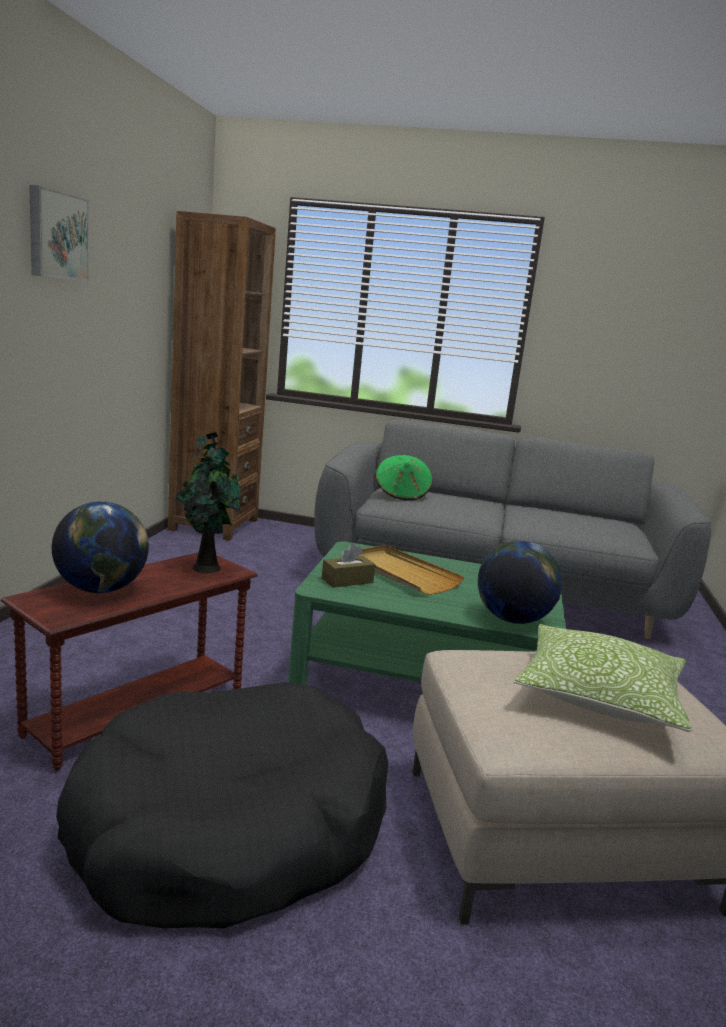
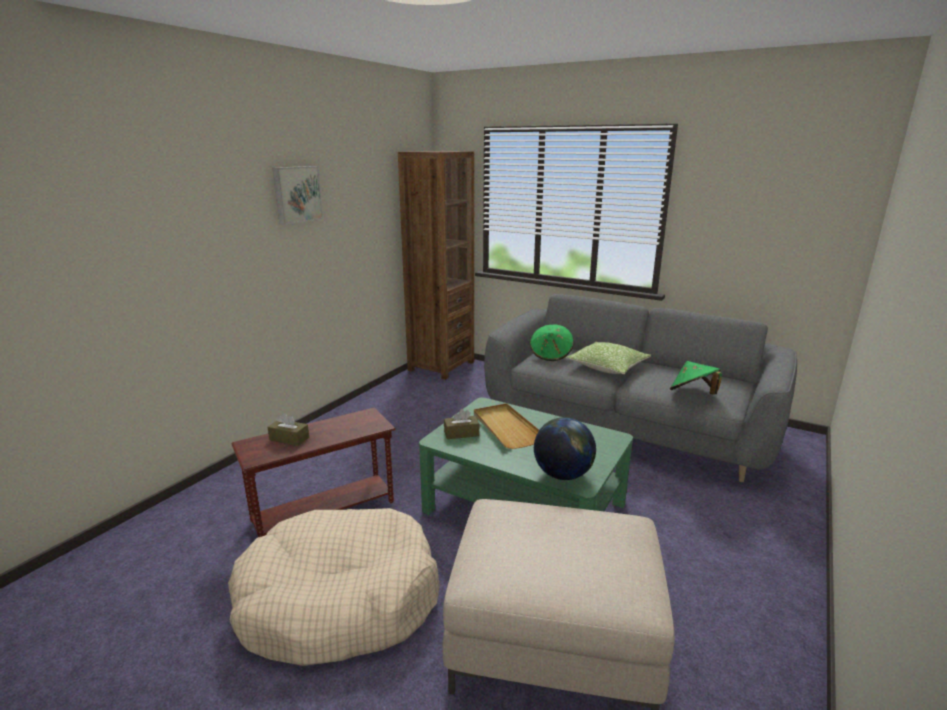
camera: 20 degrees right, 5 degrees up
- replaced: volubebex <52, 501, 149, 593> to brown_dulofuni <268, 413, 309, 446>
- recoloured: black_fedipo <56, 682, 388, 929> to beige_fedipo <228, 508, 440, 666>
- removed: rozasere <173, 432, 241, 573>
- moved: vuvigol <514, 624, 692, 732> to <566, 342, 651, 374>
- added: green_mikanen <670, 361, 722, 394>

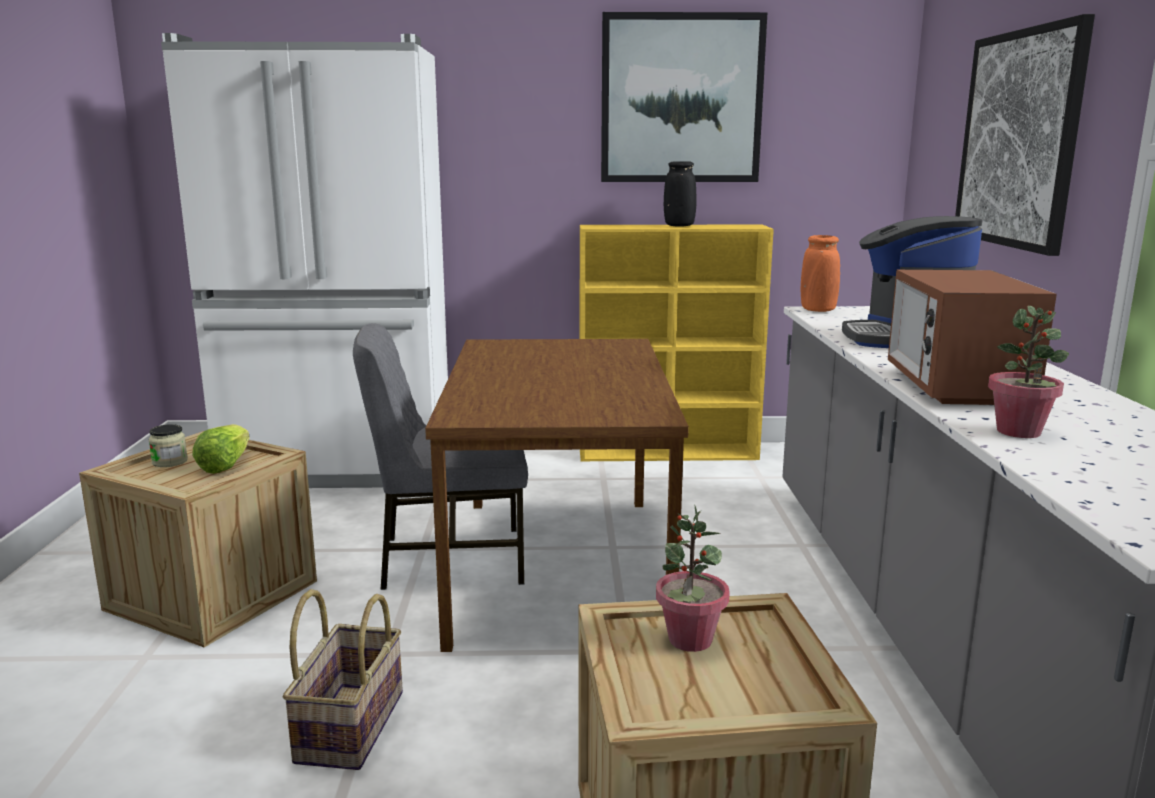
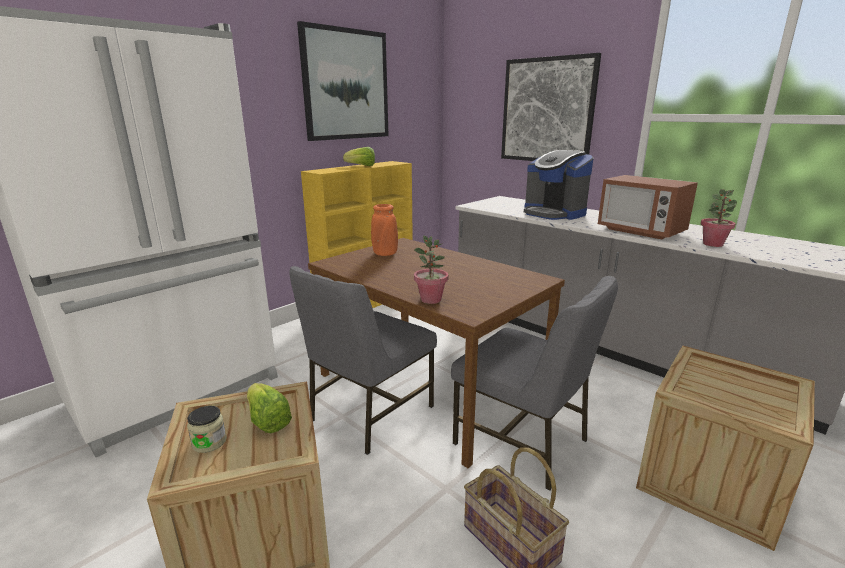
camera: 45 degrees left, 5 degrees up
- moved: rozasere <656, 504, 730, 652> to <414, 235, 448, 304>
- replaced: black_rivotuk <664, 161, 697, 227> to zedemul <343, 147, 375, 166>
- moved: orange_rivotuk <801, 235, 840, 312> to <371, 204, 398, 256>
- added: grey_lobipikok <451, 276, 618, 491>

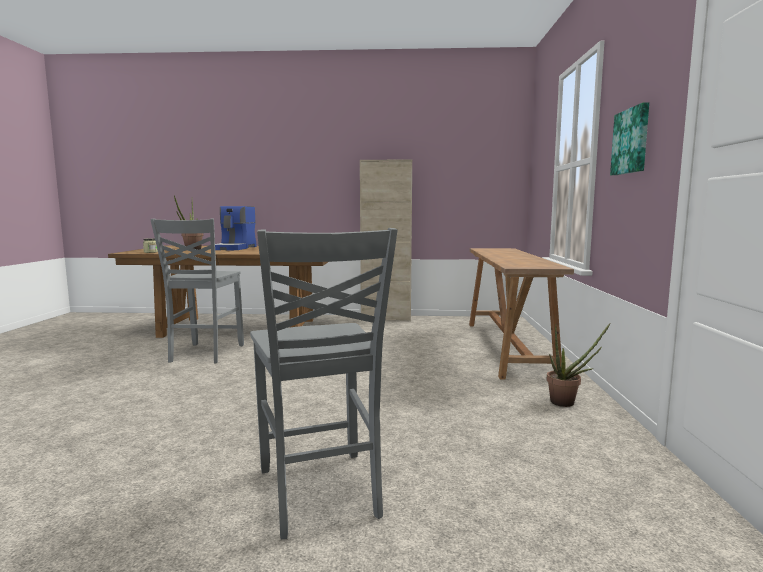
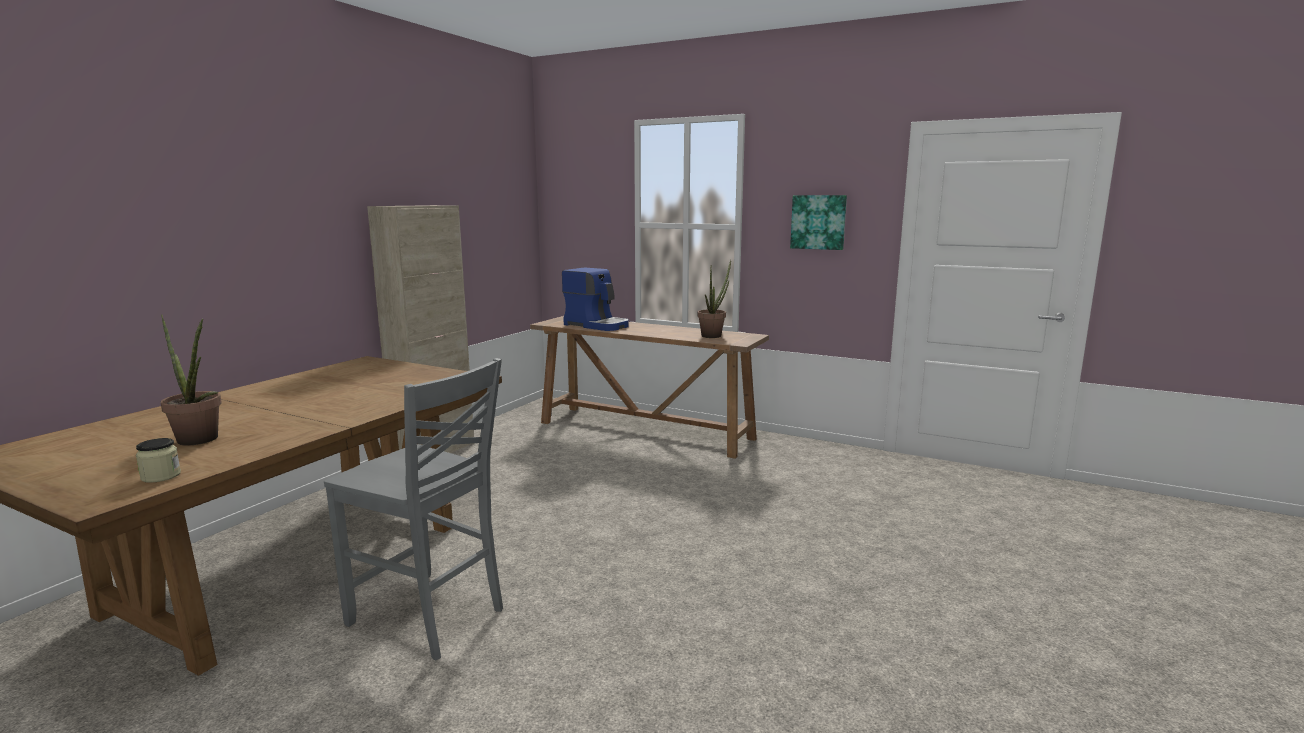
camera: 65 degrees left, 5 degrees up
- moved: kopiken <215, 206, 256, 250> to <562, 267, 629, 331>
- removed: grey_lobipikok <250, 228, 397, 539>
- moved: rozasere <547, 324, 610, 407> to <698, 260, 731, 338>

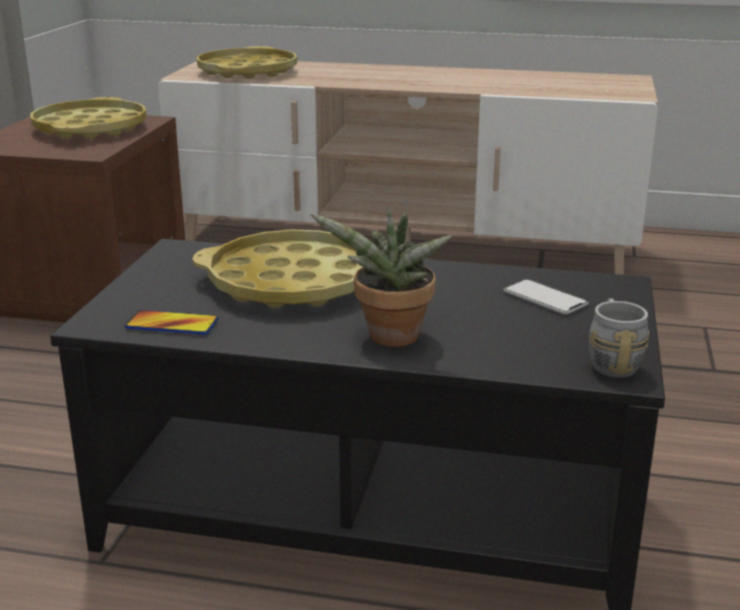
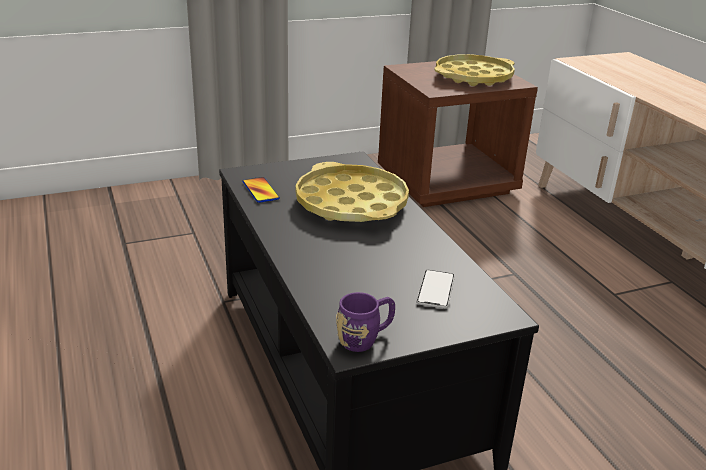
camera: 55 degrees right, 5 degrees up
- removed: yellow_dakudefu <197, 46, 297, 79>
- removed: rozasere <310, 206, 453, 347>
- recoloured: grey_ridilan <589, 298, 649, 378> to purple_ridilan <336, 292, 395, 352>

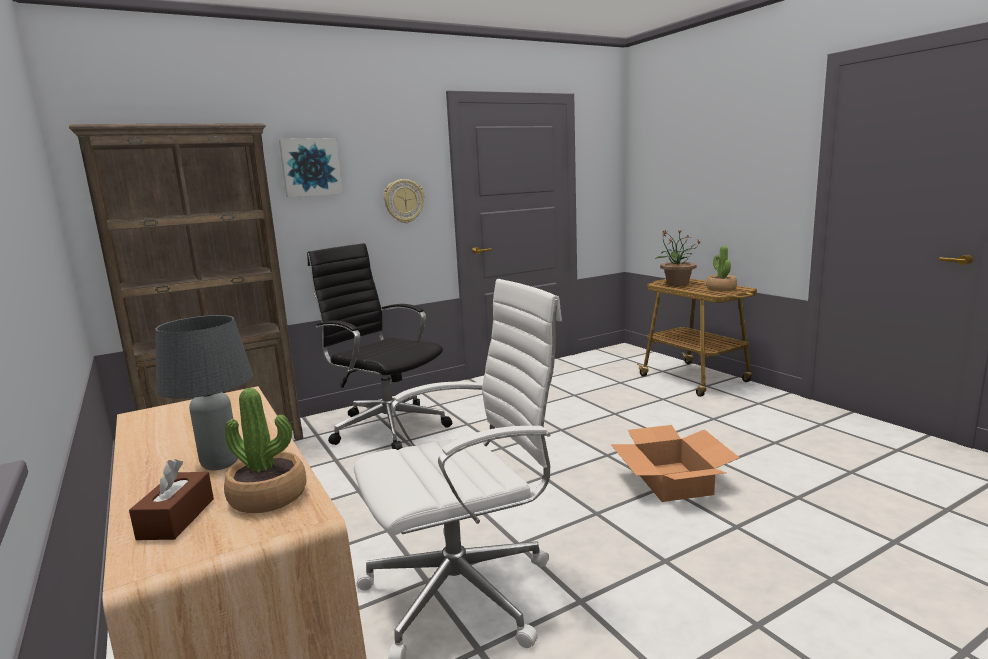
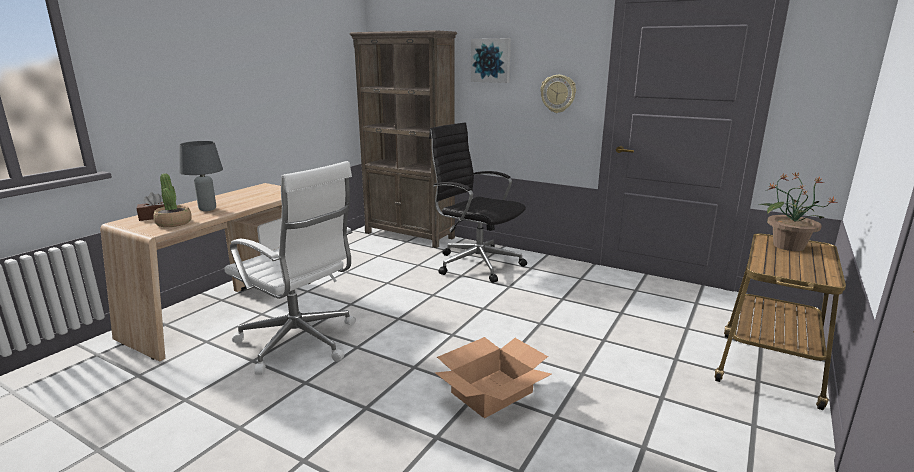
camera: 60 degrees right, 5 degrees up
- turned: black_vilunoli <307, 243, 452, 450> = <429, 123, 527, 283> 60 degrees counterclockwise
- removed: rozasere <706, 246, 737, 291>

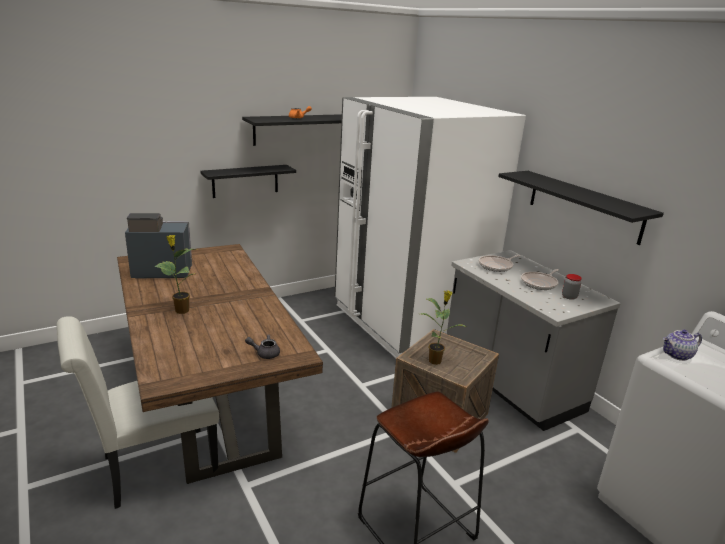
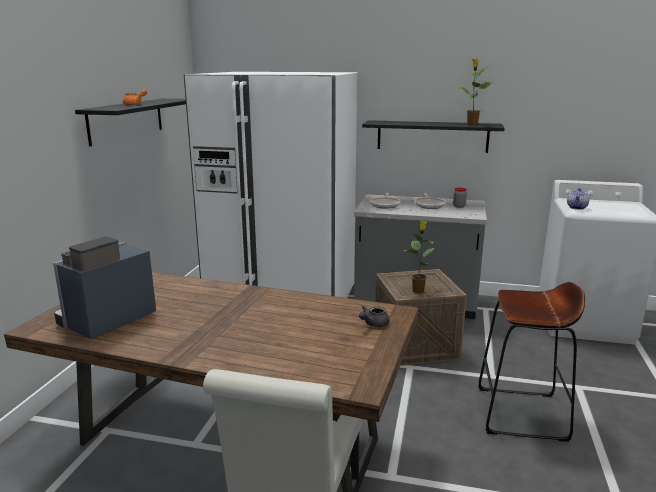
camera: 45 degrees left, 5 degrees down
- moved: rozasere <154, 235, 198, 314> to <456, 58, 495, 125>
- removed: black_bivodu <200, 165, 296, 198>

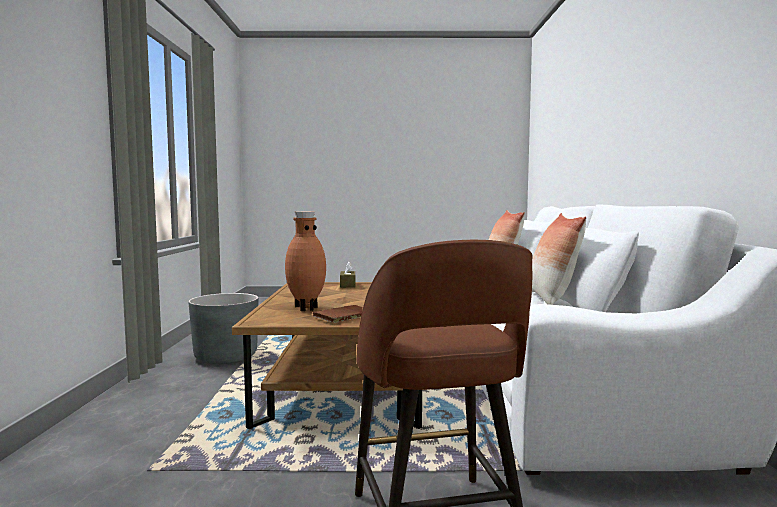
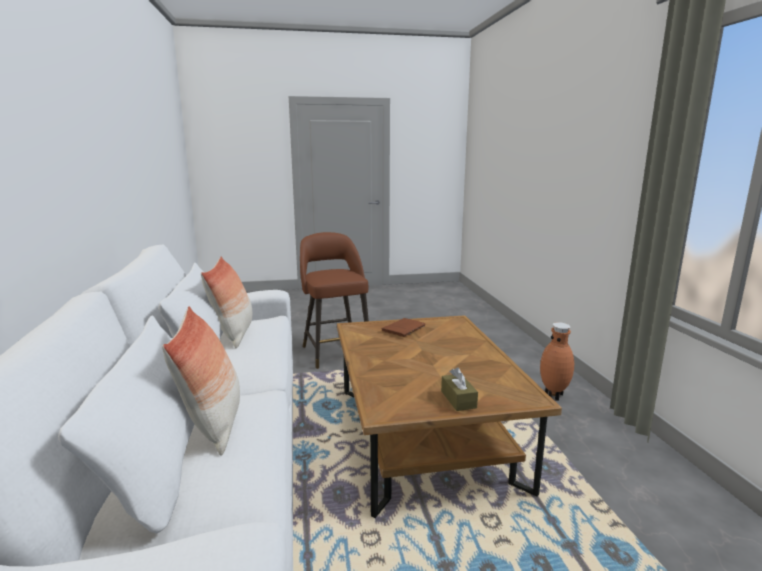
camera: 170 degrees right, 10 degrees up
- removed: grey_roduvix <188, 293, 258, 364>
- moved: brown_rivotuk <285, 211, 326, 311> to <540, 322, 574, 401>

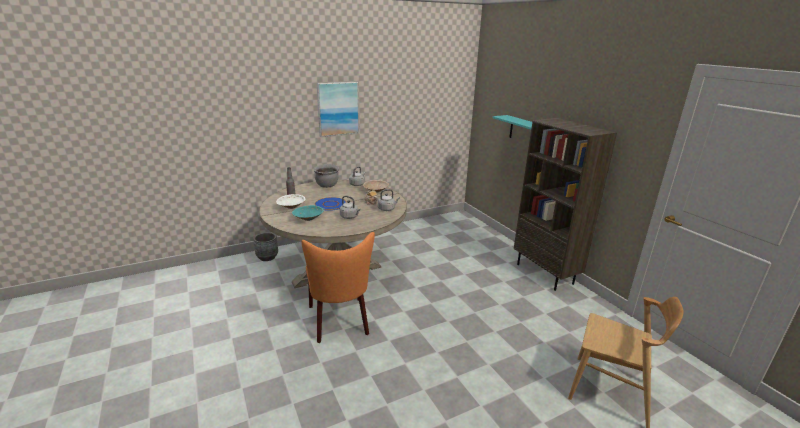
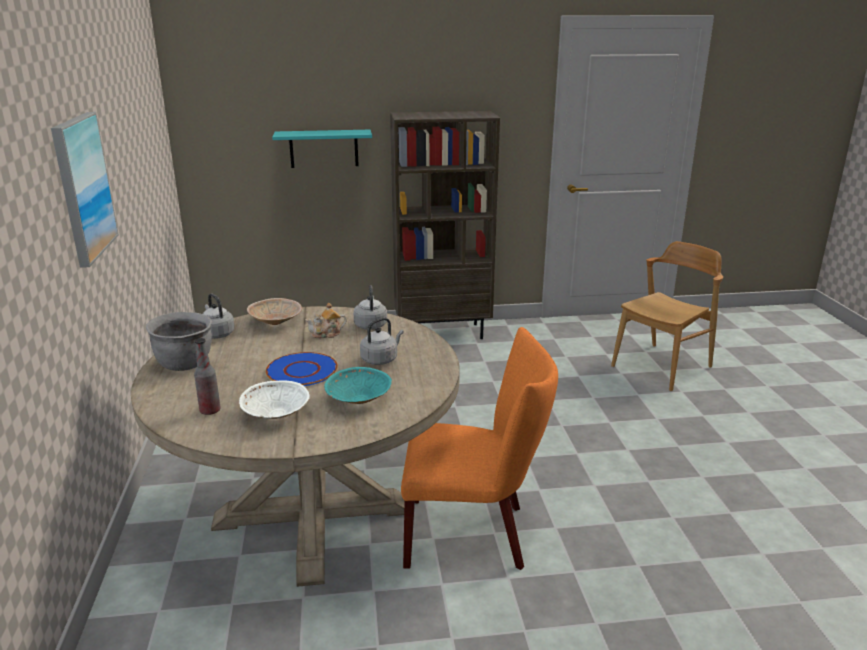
camera: 70 degrees left, 0 degrees up
- removed: grey_roduvix <253, 232, 278, 261>

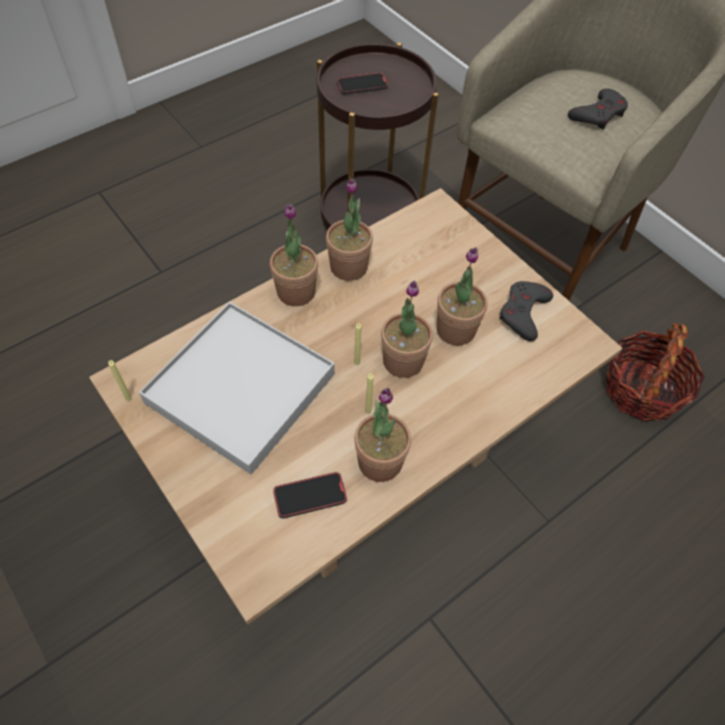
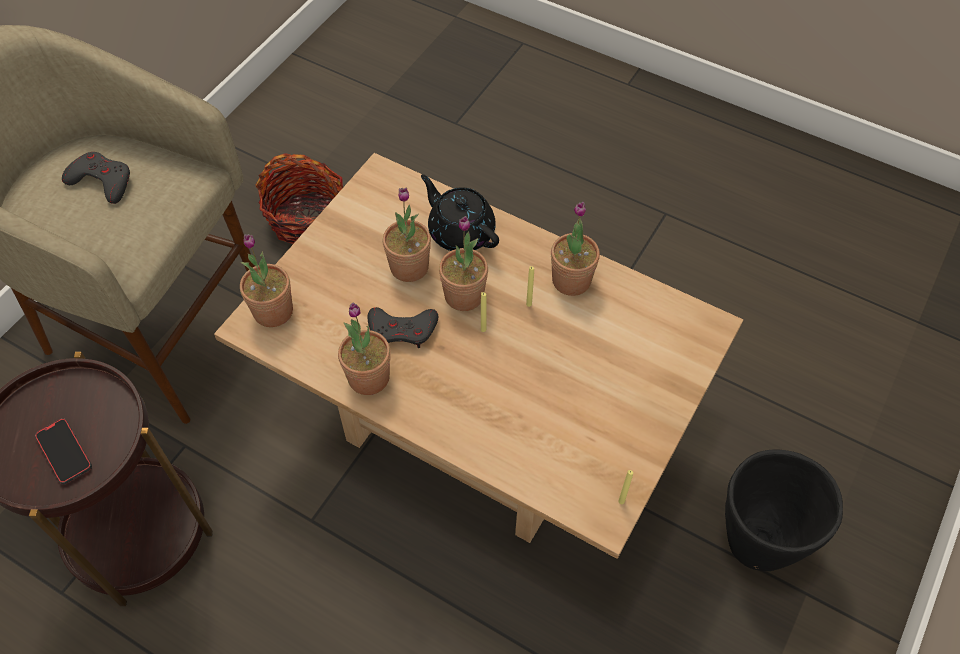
camera: 110 degrees left, 0 degrees up
- removed: white_dakudefu <139, 302, 335, 475>
- moved: rozasere <270, 204, 318, 306> to <240, 234, 293, 327>
- removed: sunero <273, 472, 347, 519>
- moved: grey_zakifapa <499, 281, 553, 341> to <368, 307, 438, 348>
- added: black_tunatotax <421, 174, 499, 251>
- added: black_roduvix <725, 449, 843, 571>

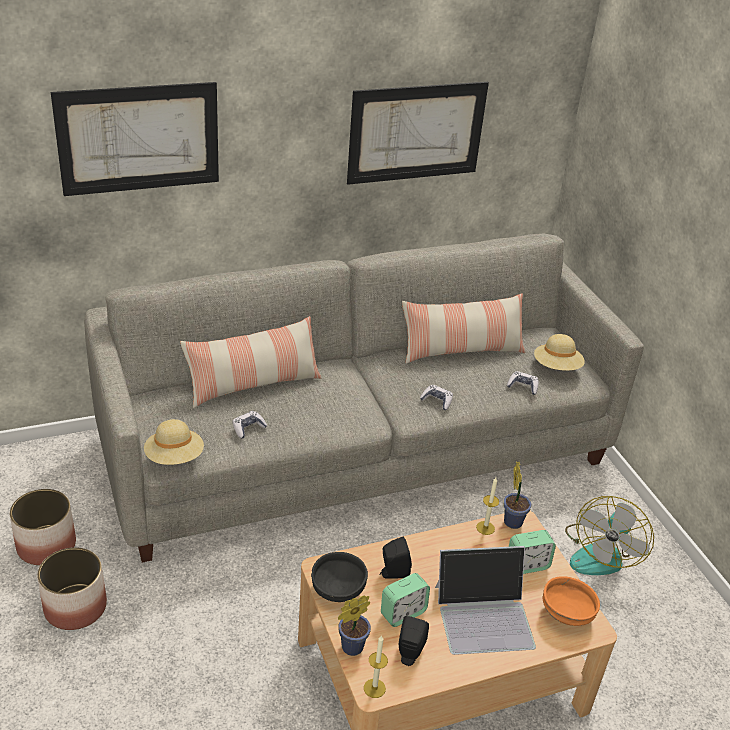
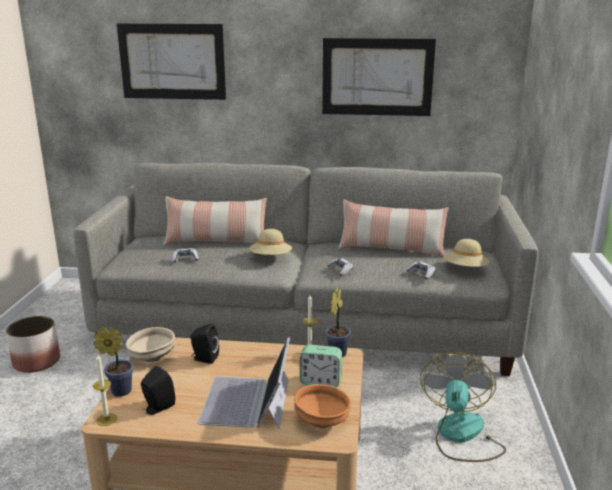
camera: 30 degrees right, 15 degrees down
- removed: roduvix <10, 489, 76, 565>
- moved: beige_mikanen <144, 419, 204, 465> to <249, 229, 292, 255>
- recoloured: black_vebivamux <311, 552, 368, 602> to beige_vebivamux <126, 327, 176, 362>
- removed: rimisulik <381, 573, 430, 627>
- turned: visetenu <435, 546, 536, 655> = <198, 337, 290, 429> 75 degrees clockwise
- turned: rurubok <565, 496, 654, 575> = <420, 352, 506, 462> 135 degrees clockwise

